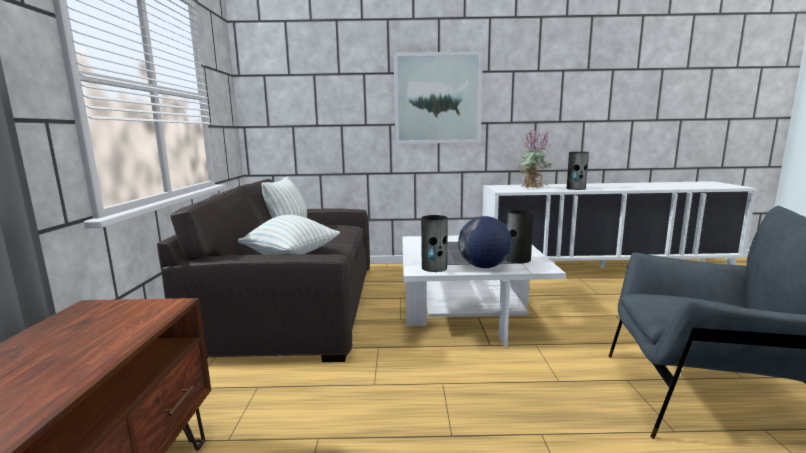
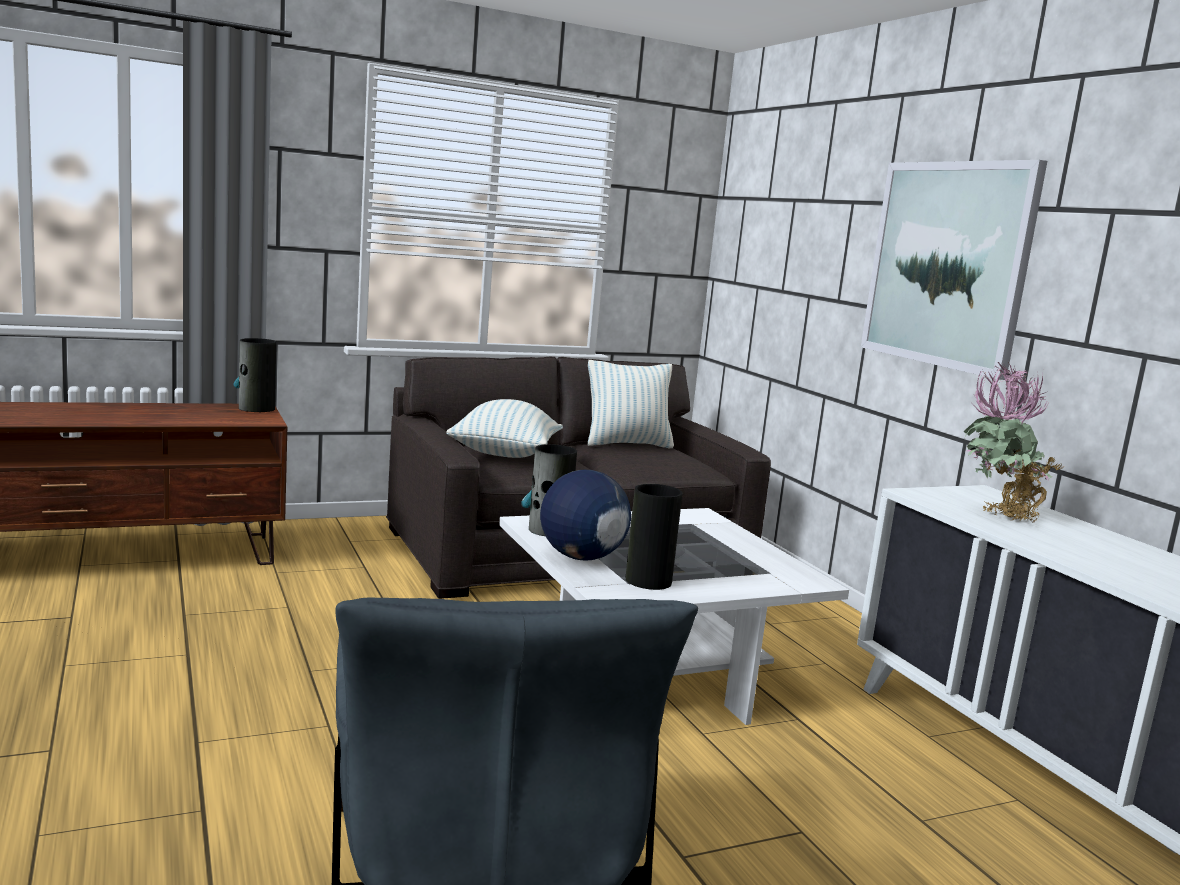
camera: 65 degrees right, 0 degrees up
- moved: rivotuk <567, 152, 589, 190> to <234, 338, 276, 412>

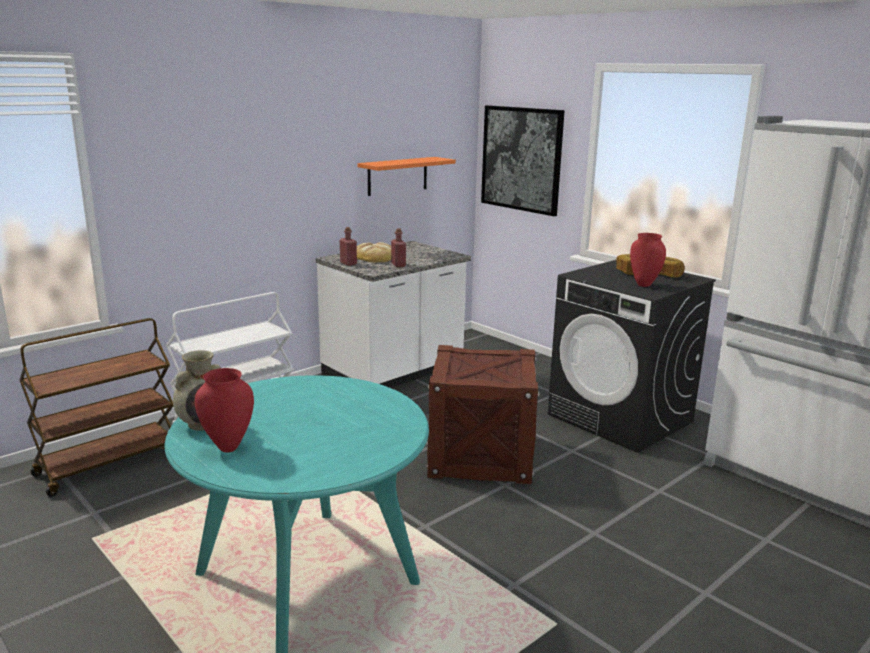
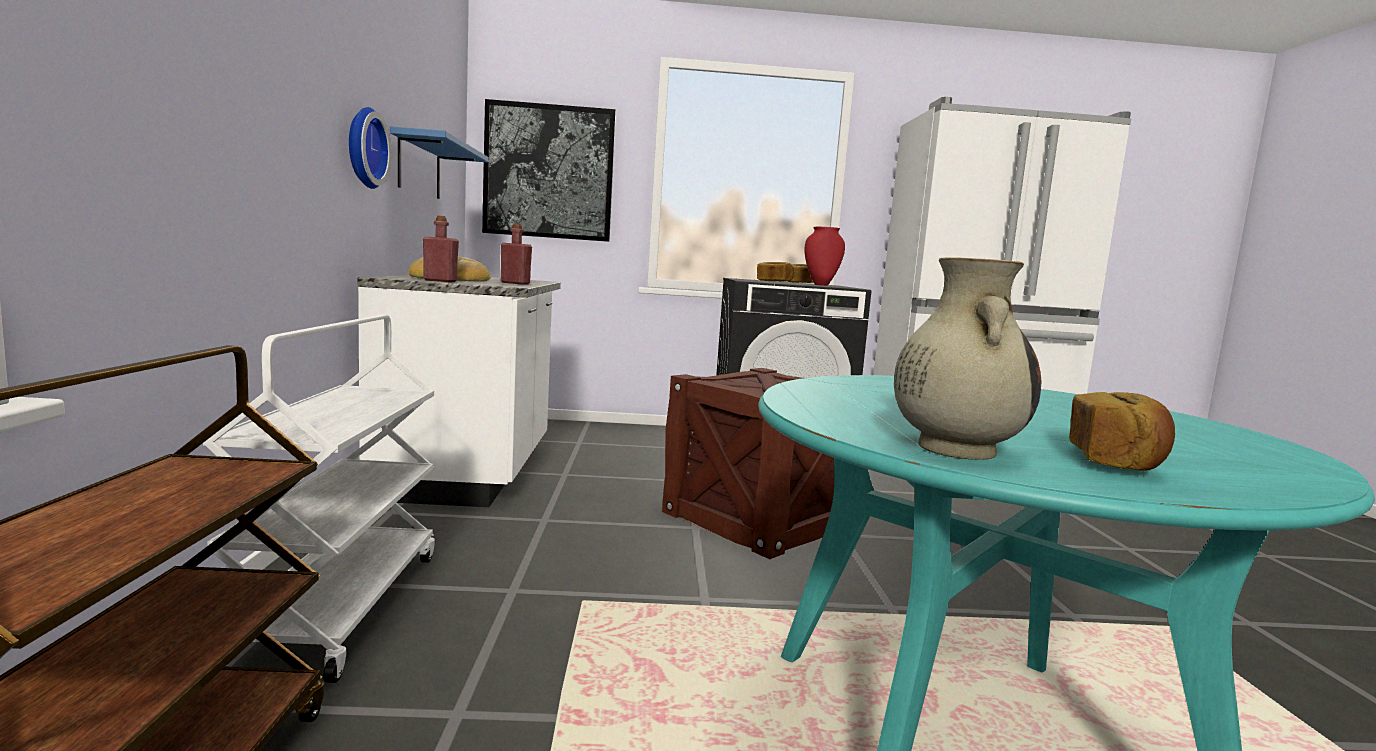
camera: 50 degrees left, 10 degrees down
- replaced: red_rivotuk <195, 368, 254, 453> to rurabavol <1069, 392, 1175, 471>
- recoloured: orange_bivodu <358, 157, 456, 196> to blue_bivodu <390, 127, 488, 199>
- added: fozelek <349, 107, 392, 189>

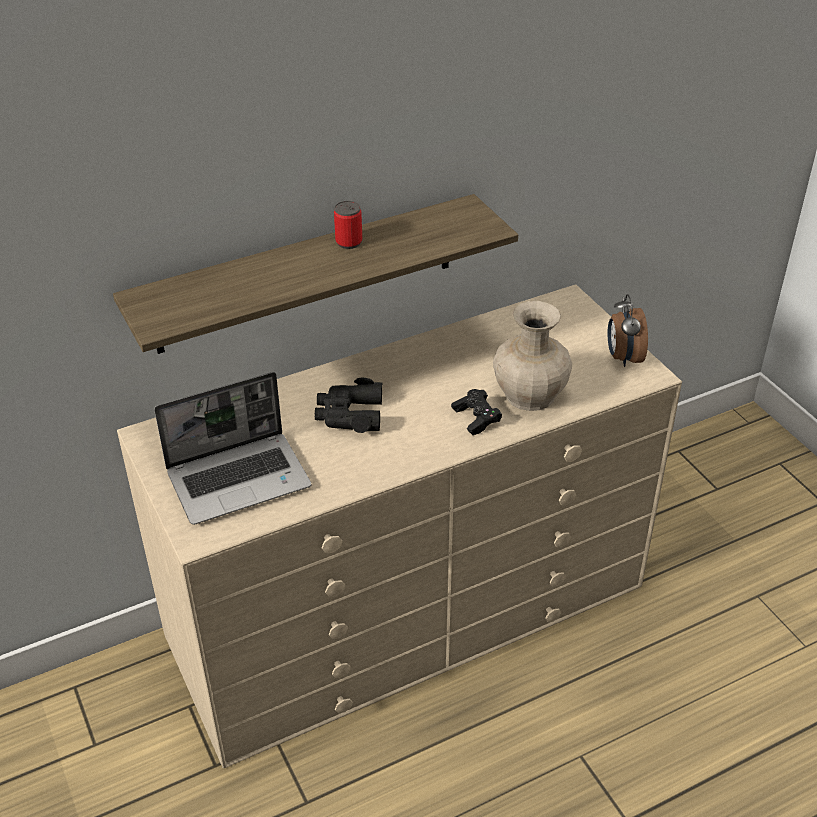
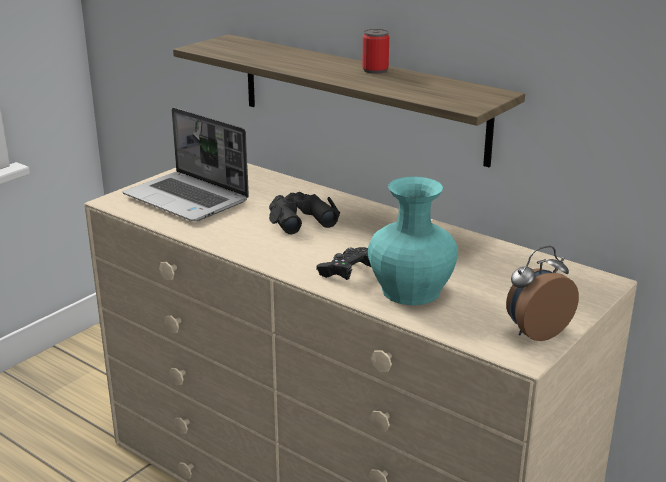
camera: 65 degrees right, 15 degrees down
- recoloured: beige_rivotuk <493, 301, 572, 411> to turquoise_rivotuk <368, 176, 458, 305>

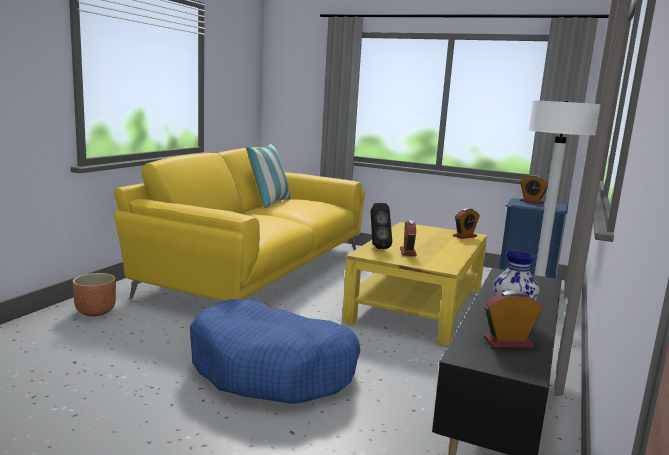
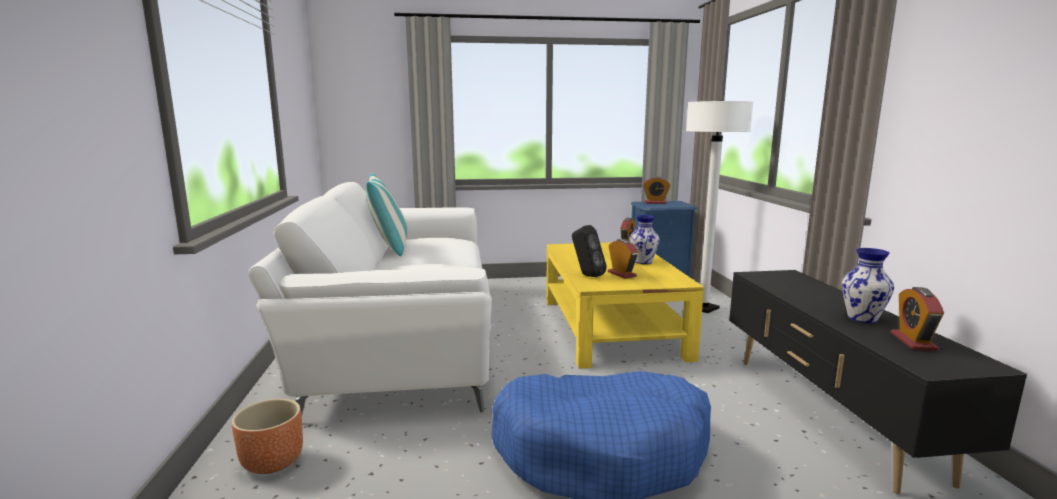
camera: 30 degrees left, 0 degrees up
- recoloured: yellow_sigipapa <114, 147, 365, 301> to white_sigipapa <248, 182, 492, 414>
- turned: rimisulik <484, 290, 543, 348> = <891, 287, 944, 351> 45 degrees counterclockwise
- added: rivotuk <629, 215, 660, 264>

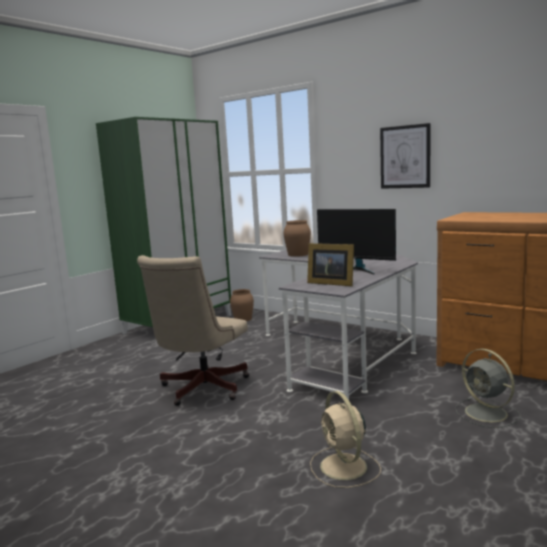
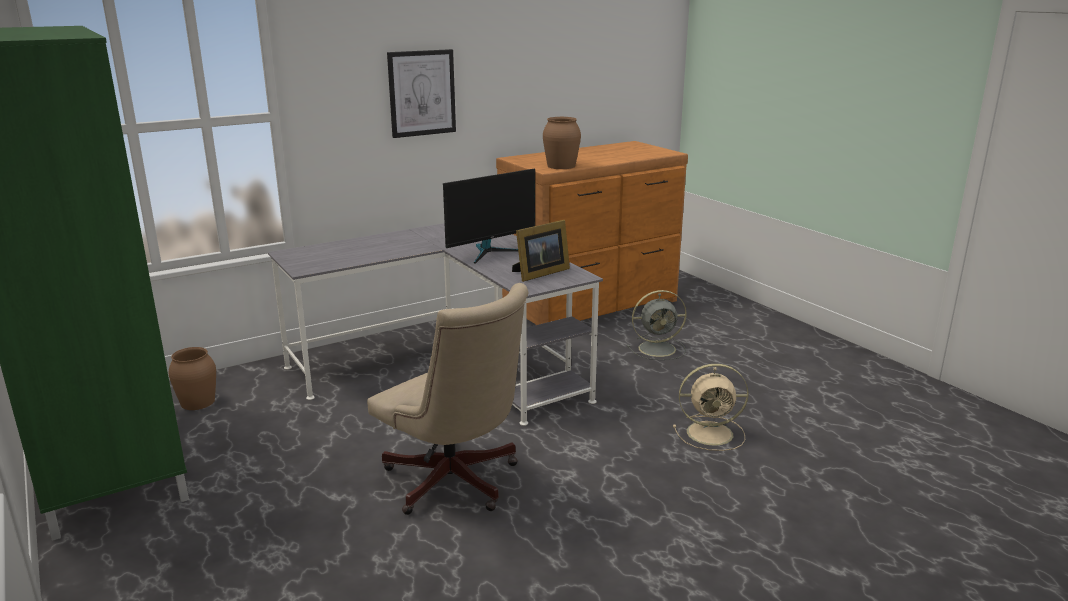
camera: 70 degrees left, 10 degrees up
- moved: brown_rivotuk <283, 220, 311, 257> to <543, 117, 581, 169>

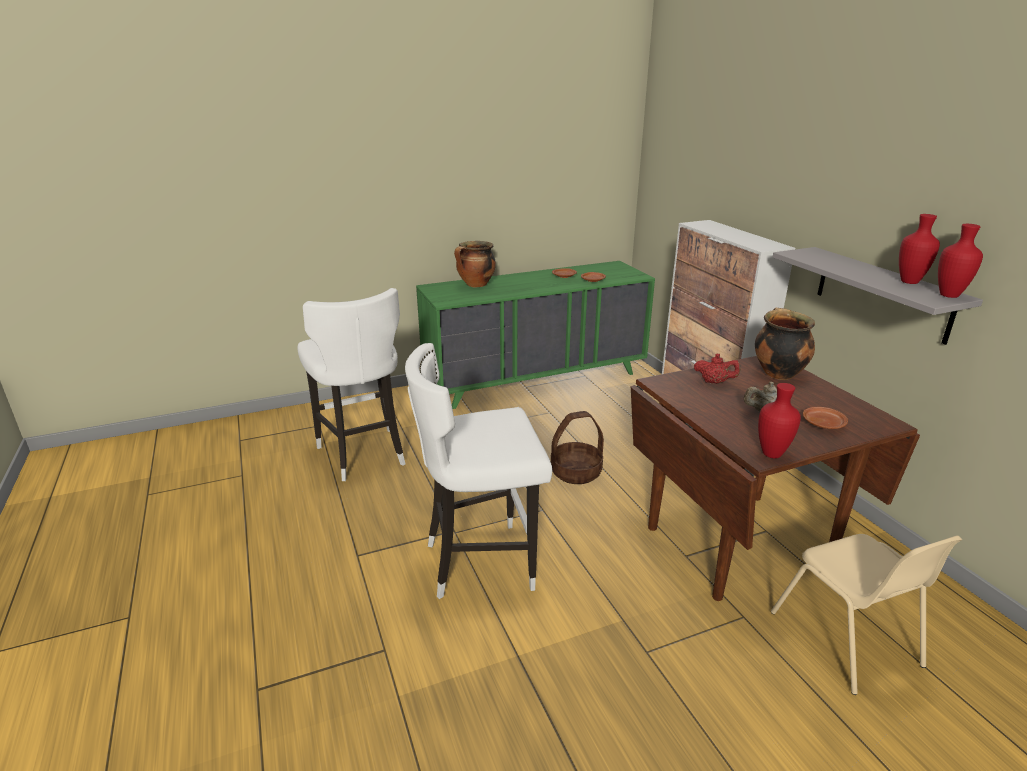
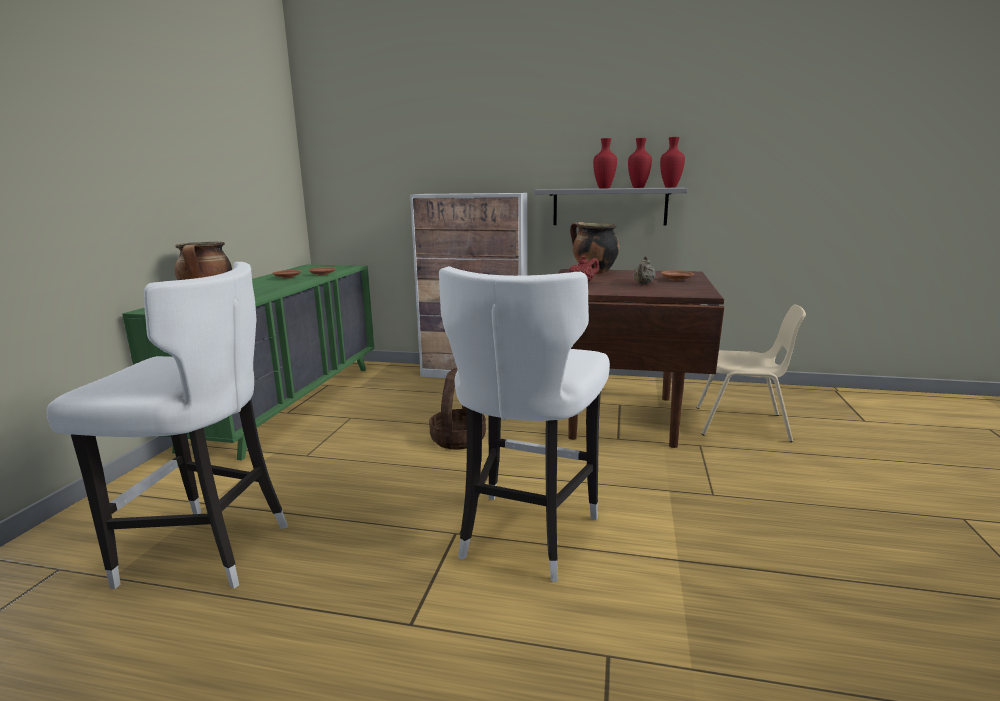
camera: 55 degrees left, 10 degrees down
- moved: red_rivotuk <758, 383, 801, 458> to <593, 138, 617, 189>

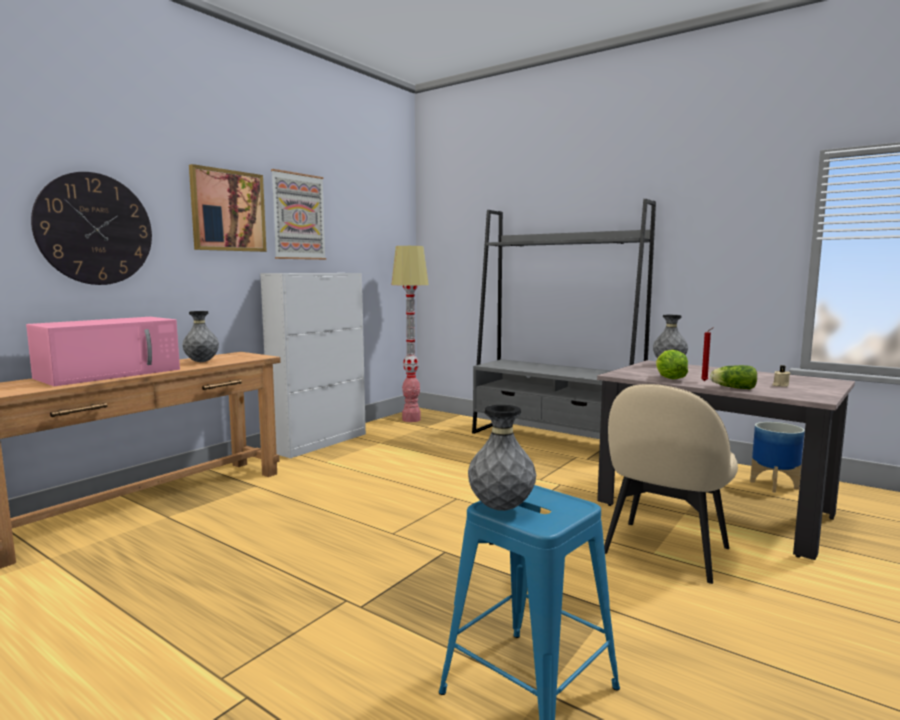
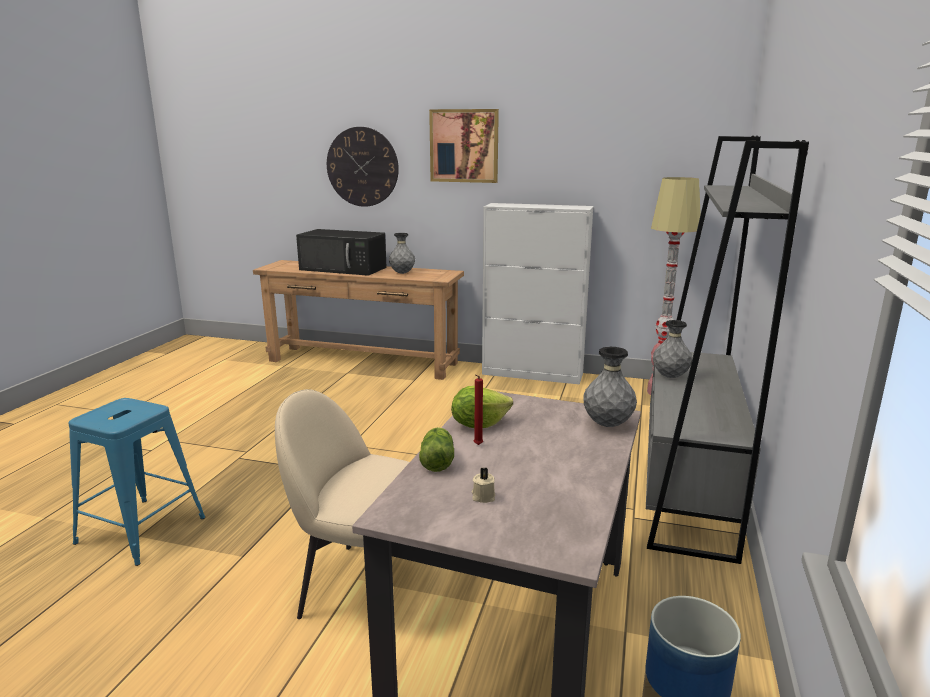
camera: 70 degrees right, 10 degrees up
- recoloured: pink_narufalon <26, 317, 180, 386> to black_narufalon <296, 229, 387, 276>
- removed: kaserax <271, 169, 326, 260>
- moved: grey_rivotuk <468, 405, 536, 511> to <653, 320, 692, 378>

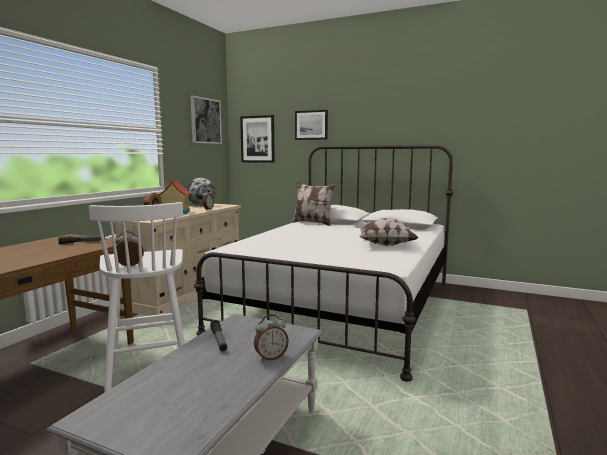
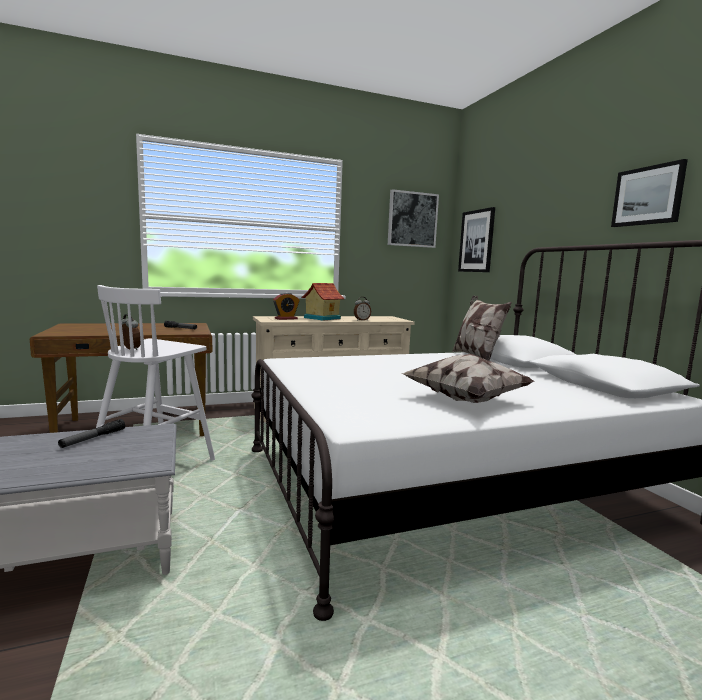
camera: 45 degrees right, 0 degrees up
- removed: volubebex <187, 178, 216, 206>
- removed: rimisulik <254, 314, 289, 361>
- moved: kaserax <295, 110, 328, 140> to <611, 159, 688, 227>

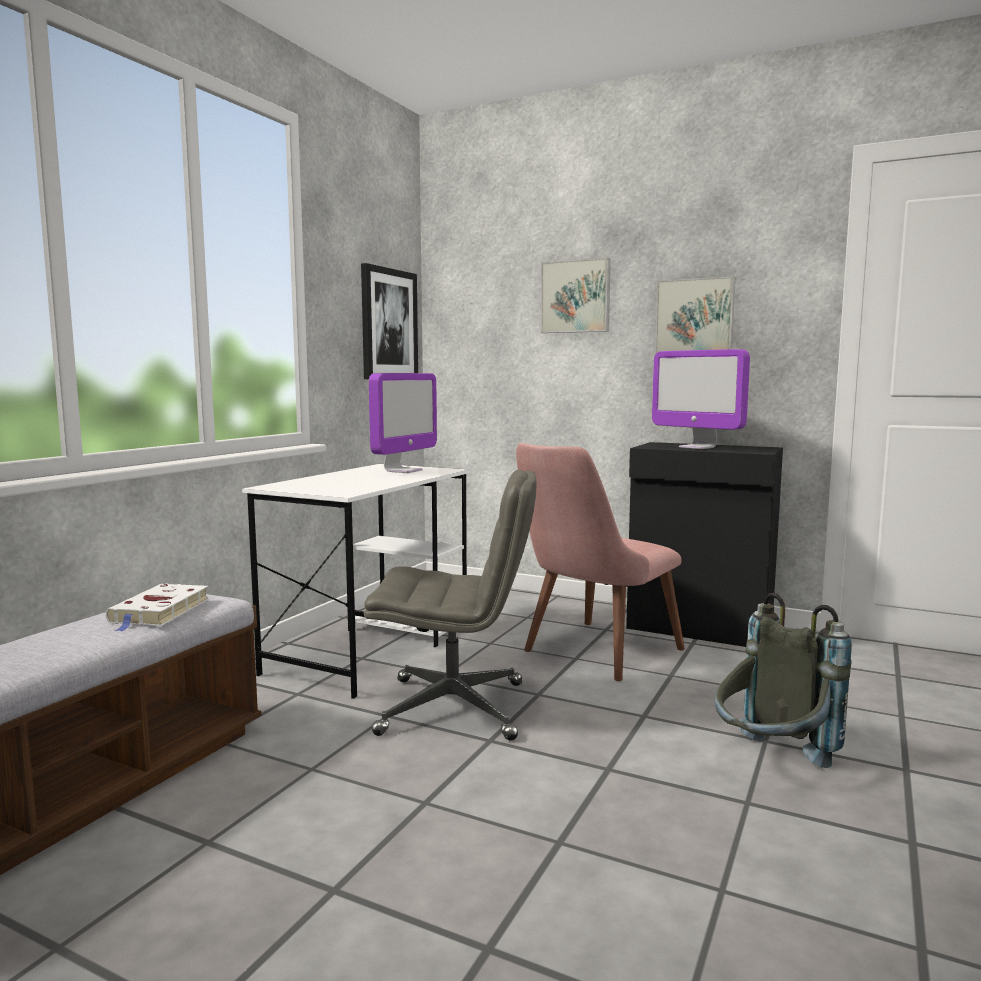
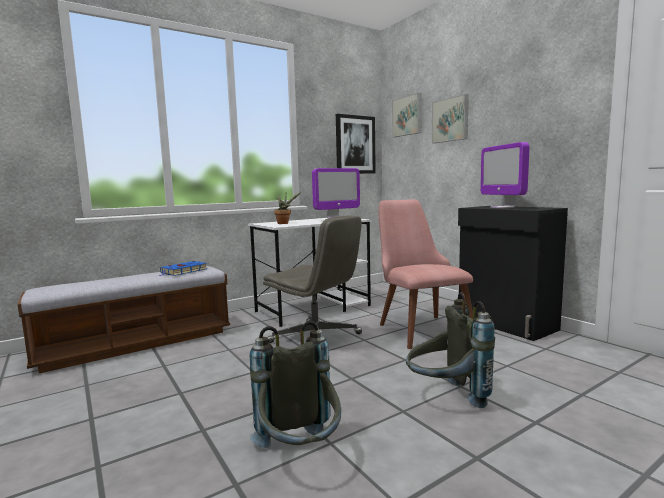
camera: 30 degrees right, 0 degrees up
- recoloured: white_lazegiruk <106, 583, 209, 632> to blue_lazegiruk <159, 261, 207, 276>
- turned: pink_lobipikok <516, 443, 685, 681> = <379, 199, 473, 349> 90 degrees clockwise
- moved: kaserax <655, 276, 735, 354> to <392, 93, 422, 137>
- added: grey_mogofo <250, 321, 341, 448>
- added: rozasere <274, 192, 301, 224>

